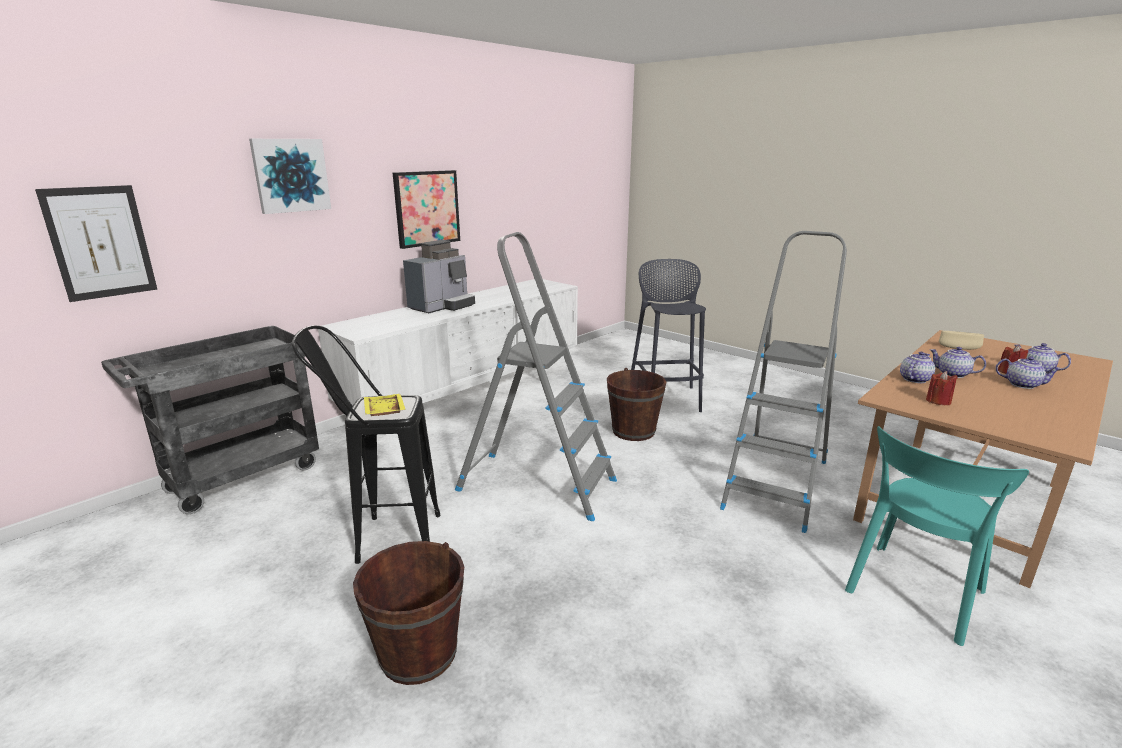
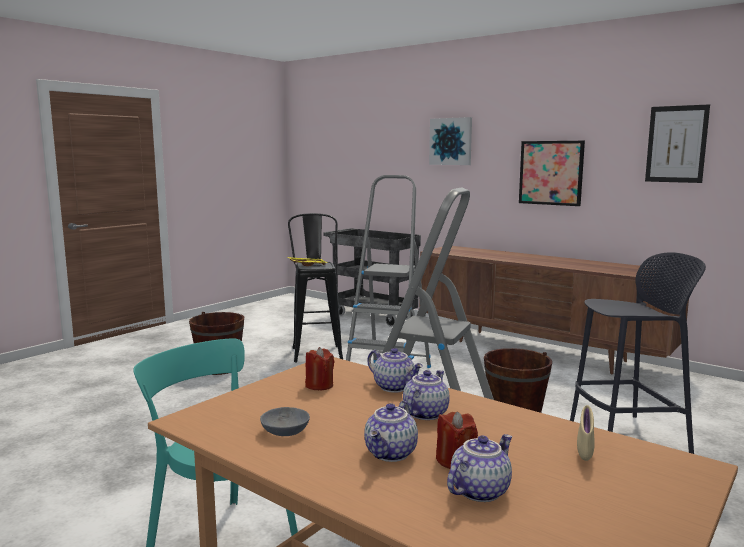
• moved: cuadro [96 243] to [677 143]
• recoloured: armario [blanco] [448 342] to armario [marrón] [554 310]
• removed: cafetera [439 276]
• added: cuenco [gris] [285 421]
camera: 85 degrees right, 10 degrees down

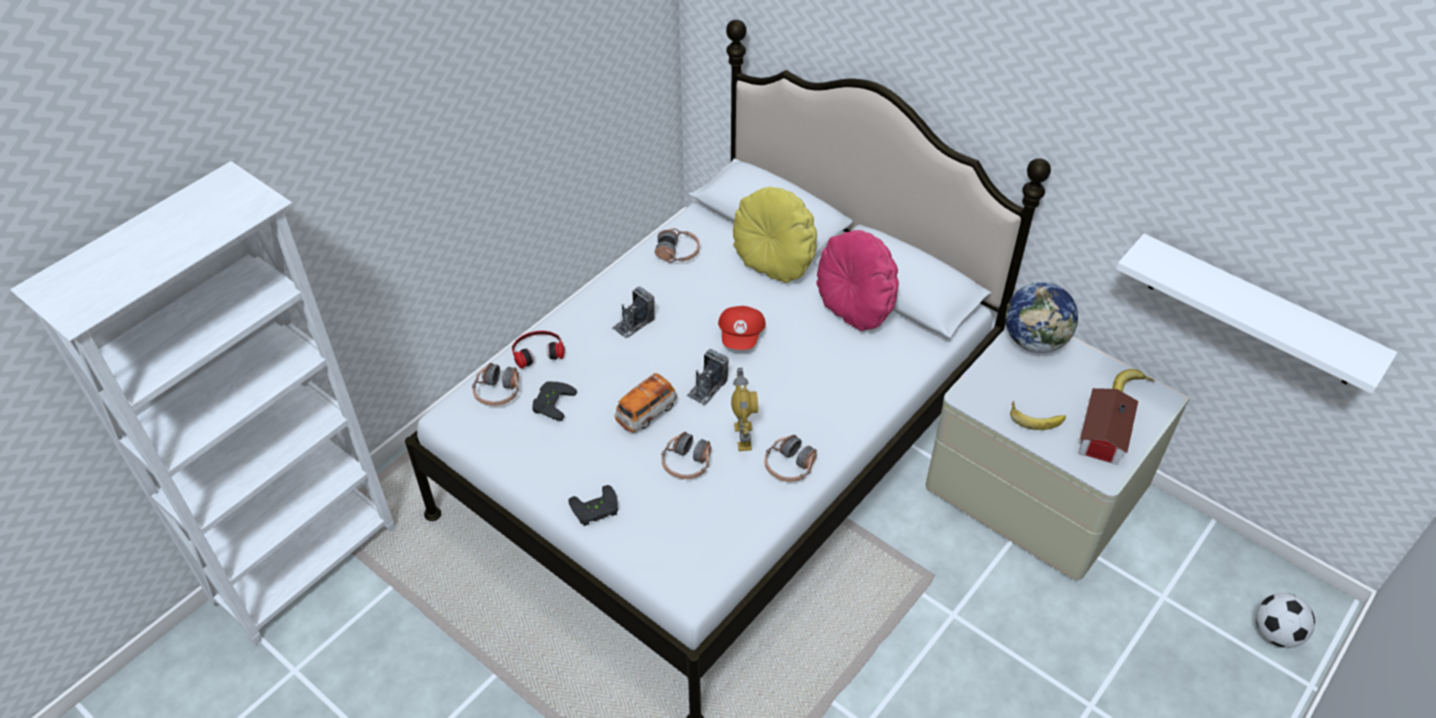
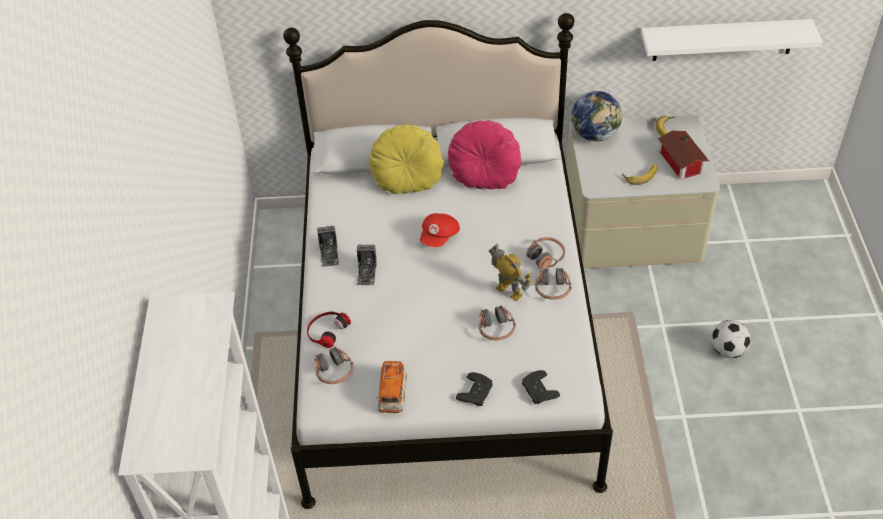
• moved: mando de consola [negro] [554 401] to [541 387]
• moved: coche de juguete [646 402] to [392 387]
• moved: auriculares [677 245] to [545 253]
• moved: cámara [707 377] to [328 246]
• turned: gorra [rojo] [742 328] = [440 230] 60 degrees clockwise
• moved: balón de fútbol [1285 620] to [731 339]
camera: 40 degrees left, 0 degrees up

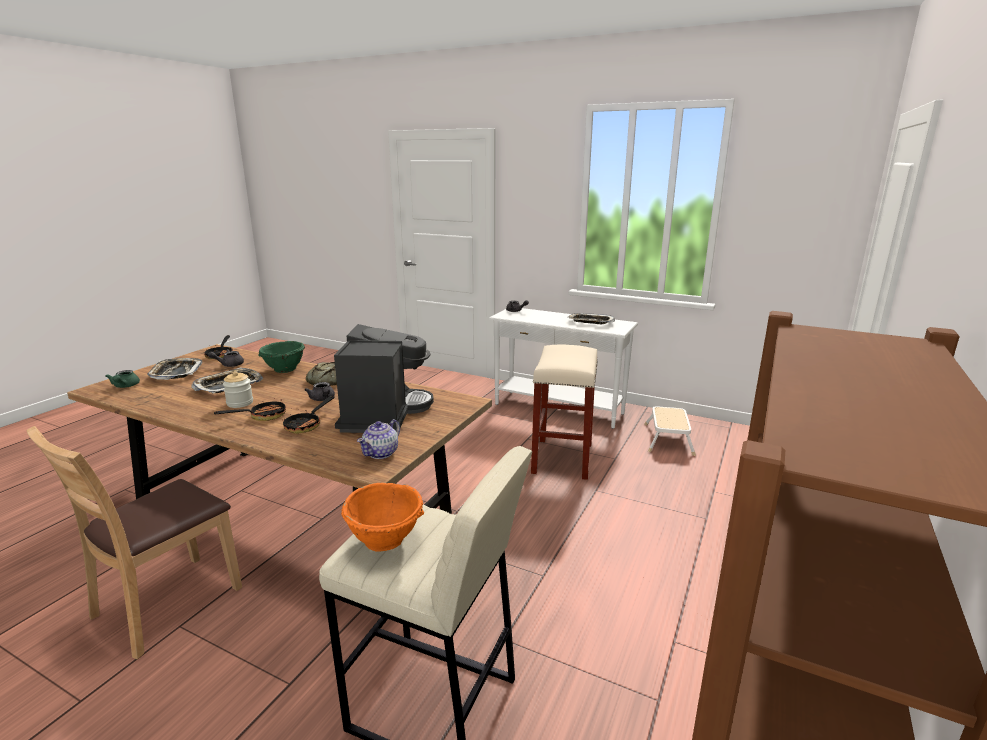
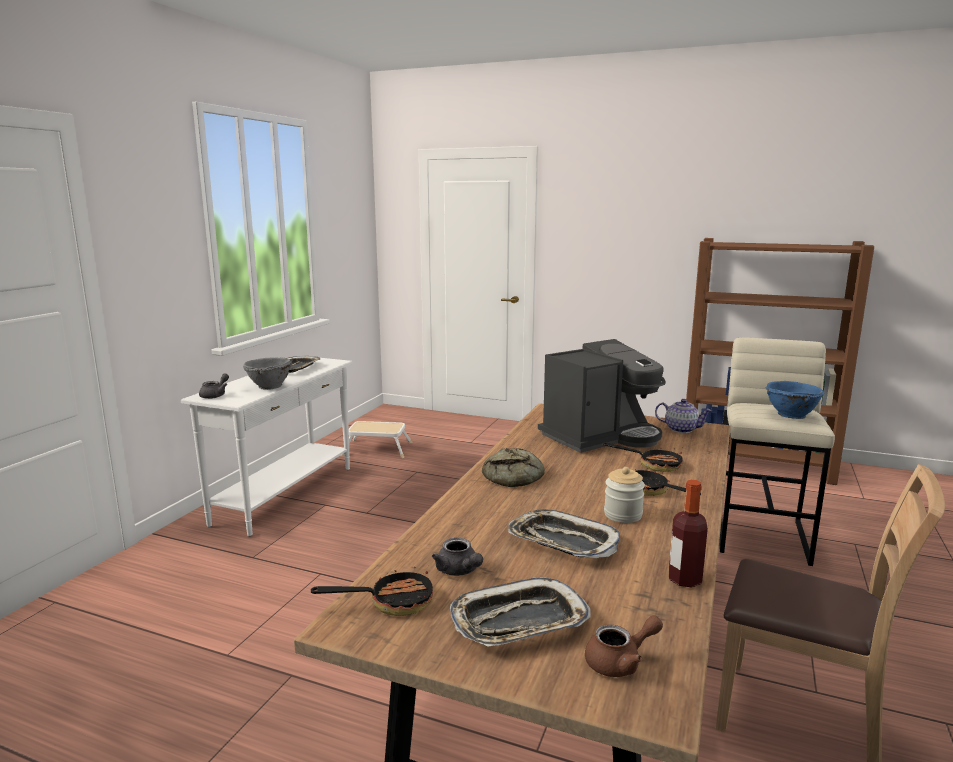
• recoloured: tetera [verde] [122 379] to tetera [marrón] [624 646]
• removed: cuenco [verde] [281 357]
• removed: tetera [gris] [320 391]
• turned: cafetera [384 378] = [602 396] 150 degrees clockwise
• recoloured: cuenco [naranja] [382 517] to cuenco [azul] [795 400]
• removed: taburete [beis] [564 412]
• added: cuenco [gris] [267 373]
• added: botella [688 534]
camera: 95 degrees left, 5 degrees down

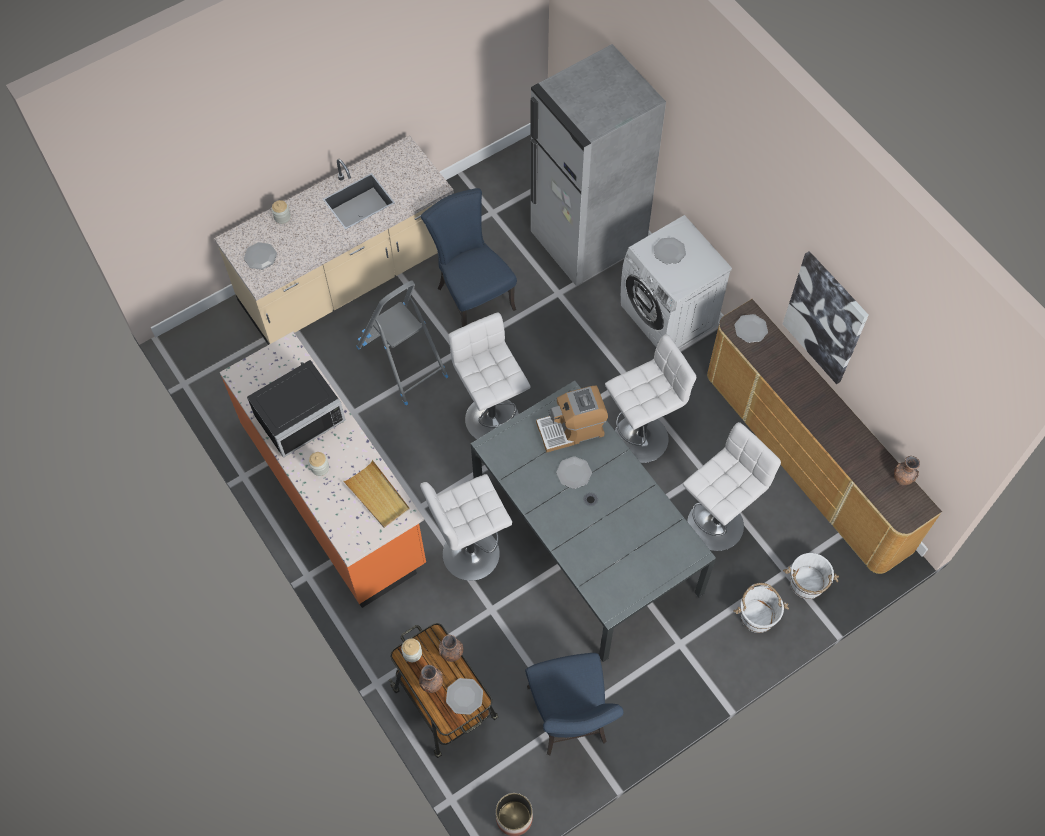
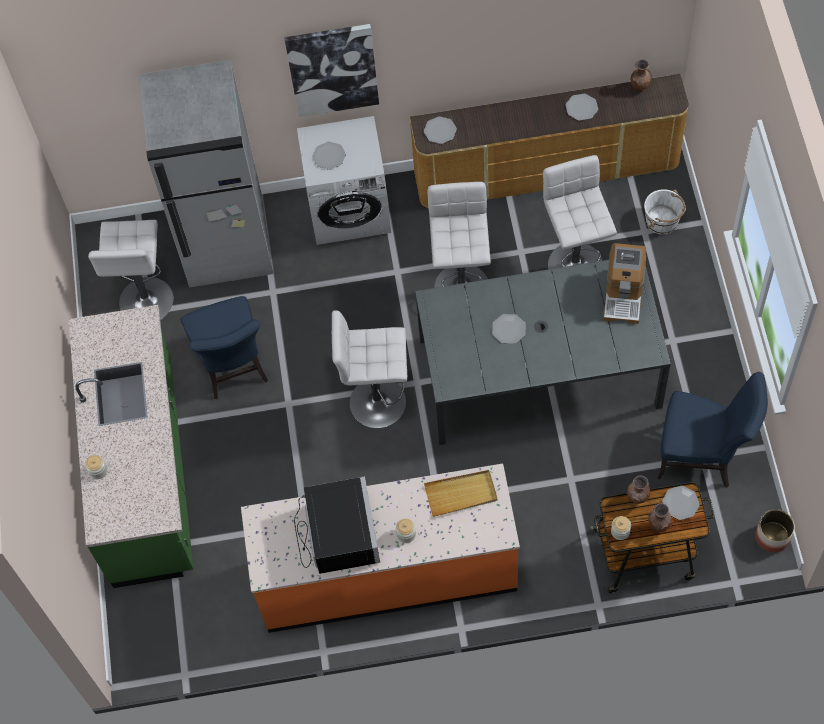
• recoloured: mueble bajo de cocina [beis] [334 240] to mueble bajo de cocina [verde] [131 446]
• moved: plato [260 256] to [582 107]
• removed: escalera de tijera [gris] [402 342]
• moved: taburete [blanco] [466 527] to [131 270]
• turned: silla [azul] [469 257] = [224 347] 105 degrees counterclockwise
• moved: cafetera [572 418] to [624 283]
• removed: cubo [blanco] [761 608]
• moved: cuadro [826 317] to [331 70]
camera: 60 degrees left, 0 degrees up

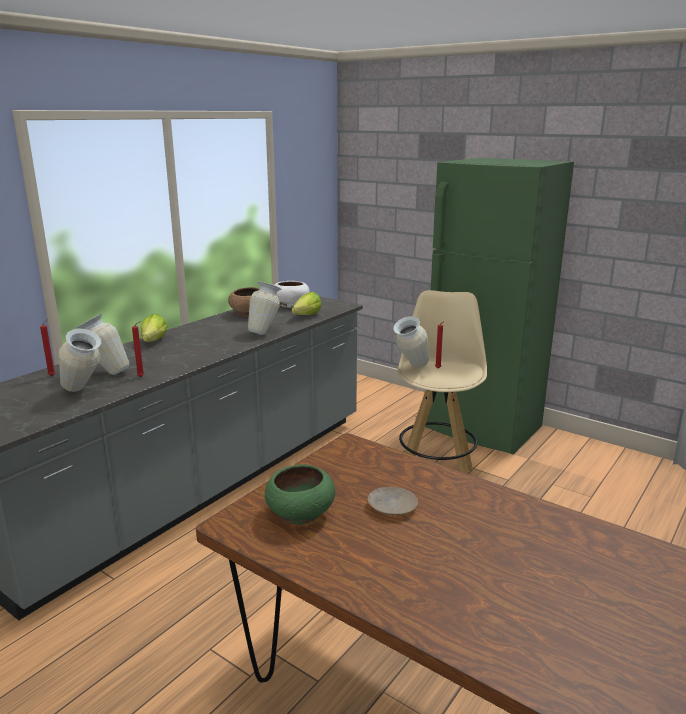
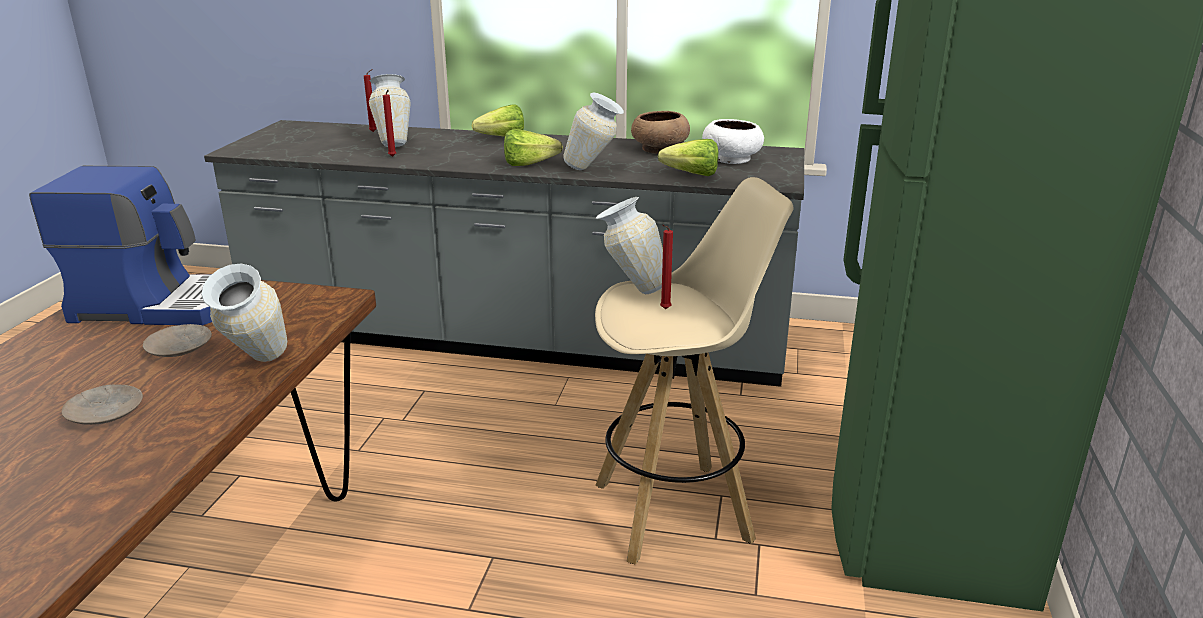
• moved: florero [80 360] to [244 312]
• replaced: cuenco [verde] [300 494] to cafetera [120 245]
• added: plato [beis] [102 404]
• added: lechuga [533 147]
camera: 65 degrees right, 5 degrees up

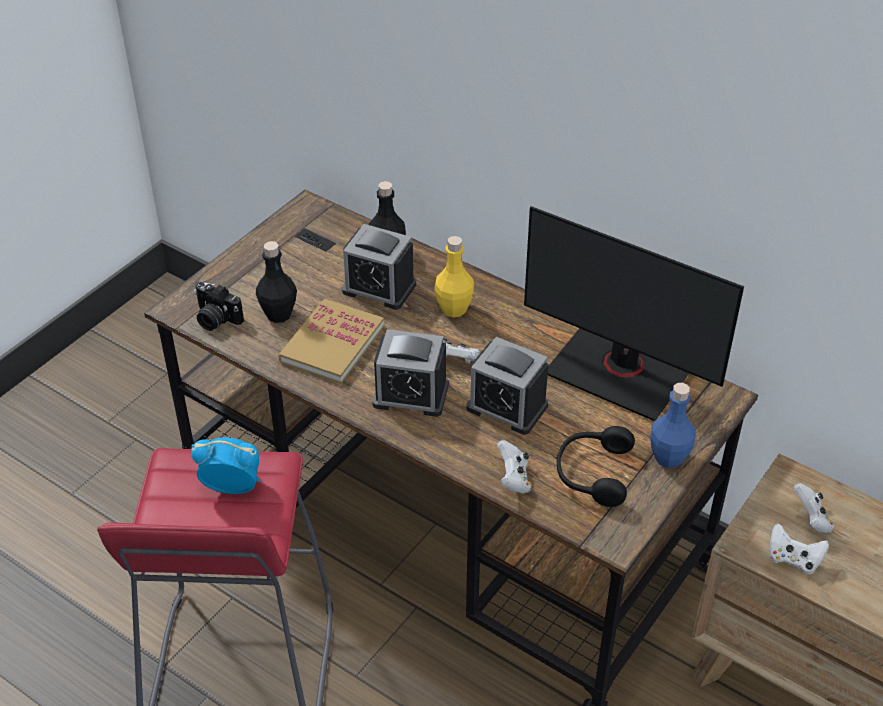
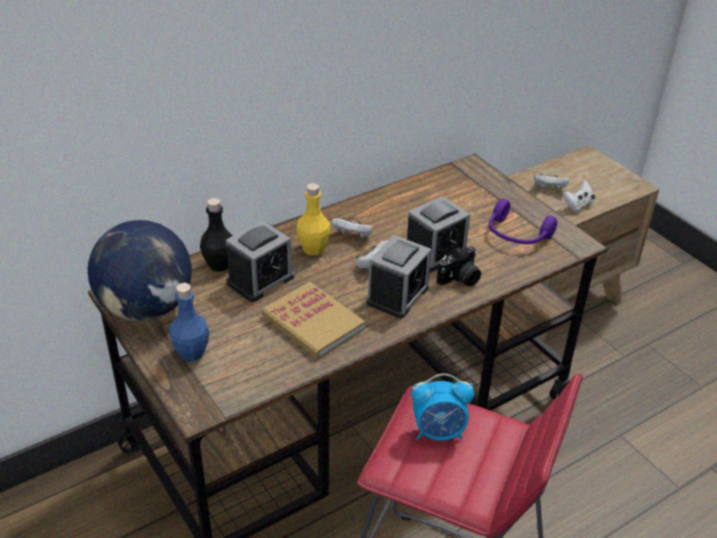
• turned: despertador [226 465] = [442 407] 120 degrees counterclockwise
• moved: cámara [219 306] to [459 266]
• removed: botella [negro] [276 282]
• moved: mando de consola [blanco] [514 466] to [351 227]
• removed: monitor [634 313]
• recoloured: auriculares [negro] [595 466] to auriculares [morado] [523 221]
• moved: botella [azul] [673 425] to [189 322]
• added: globo terráqueo [140 270]
camera: 70 degrees left, 5 degrees down

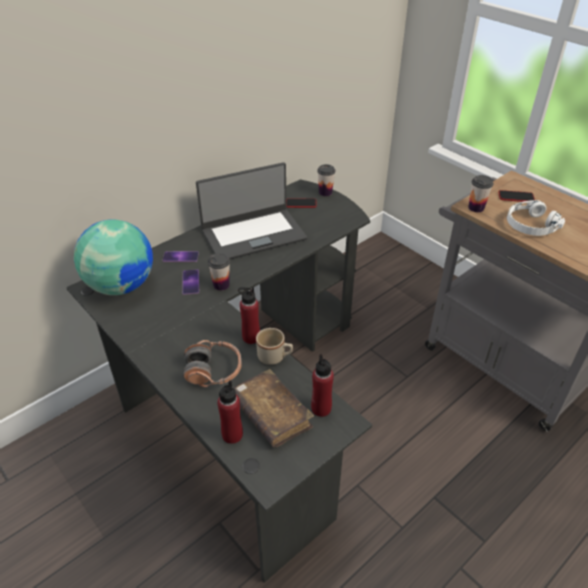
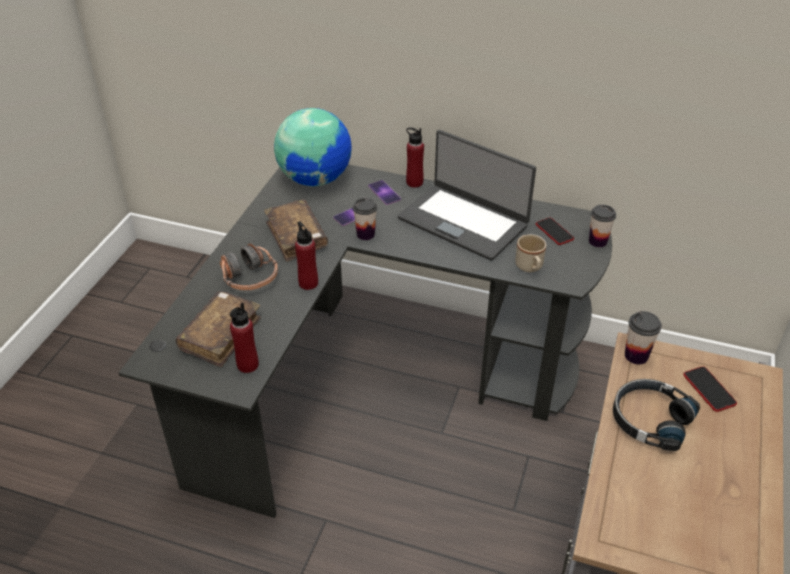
• moved: botella [rojo] [230 412] to [415 157]
• moved: taza grande [beis] [274 346] to [530 253]
• recoloured: auriculares [blanco] [536 218] to auriculares [negro] [656 415]
• added: libro [marrón] [296 230]
camera: 60 degrees right, 0 degrees up

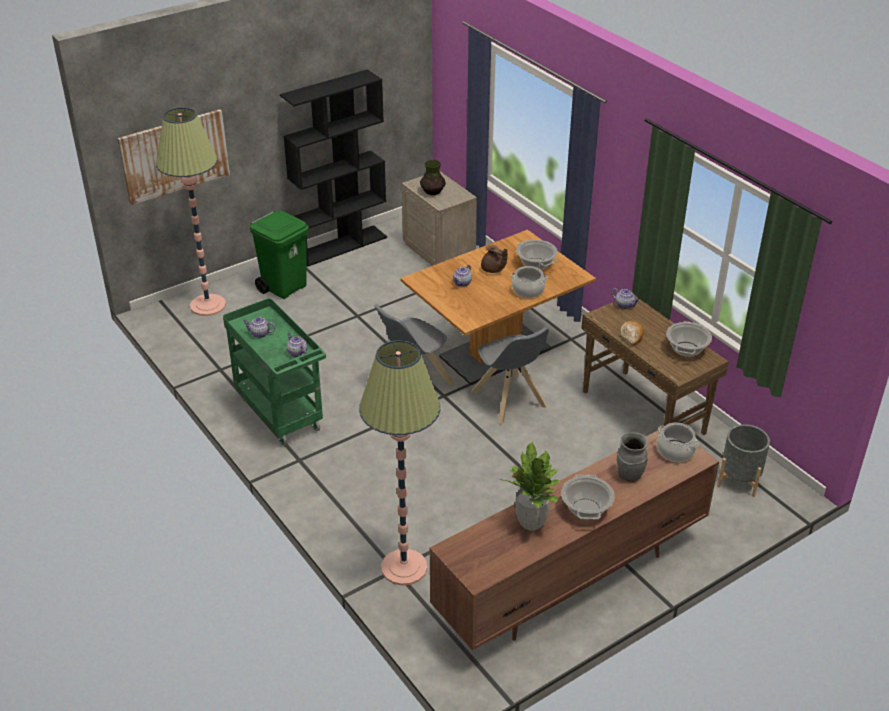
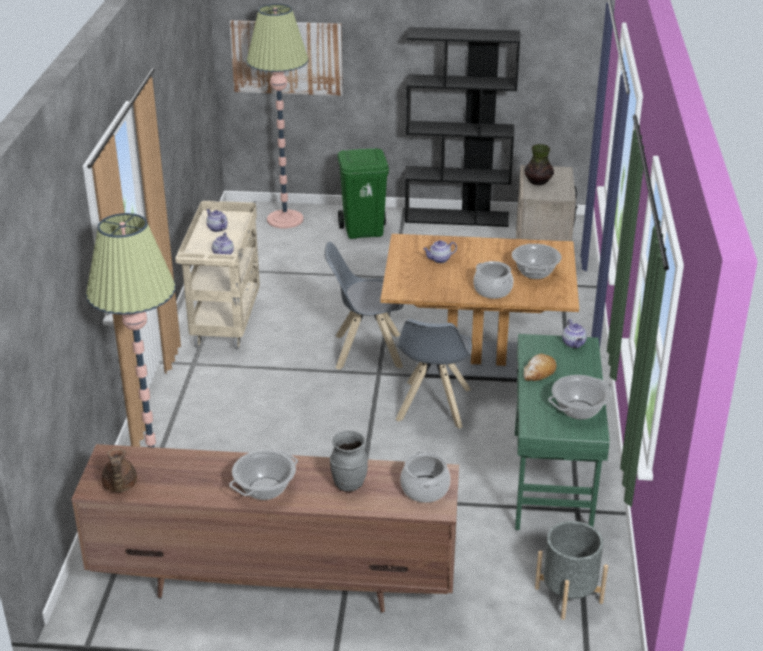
• recoloured: carrito [verde] [274 372] to carrito [beis] [217 275]
• moved: tetera [marrón] [494 259] to [119 470]
• removed: planta en maceta [529 486]
• recoloured: mesa consola [marrón] [654 365] to mesa consola [verde] [562 432]
camera: 40 degrees right, 5 degrees down

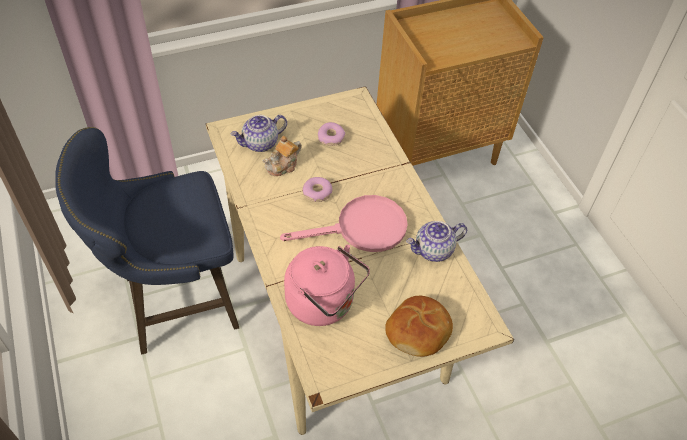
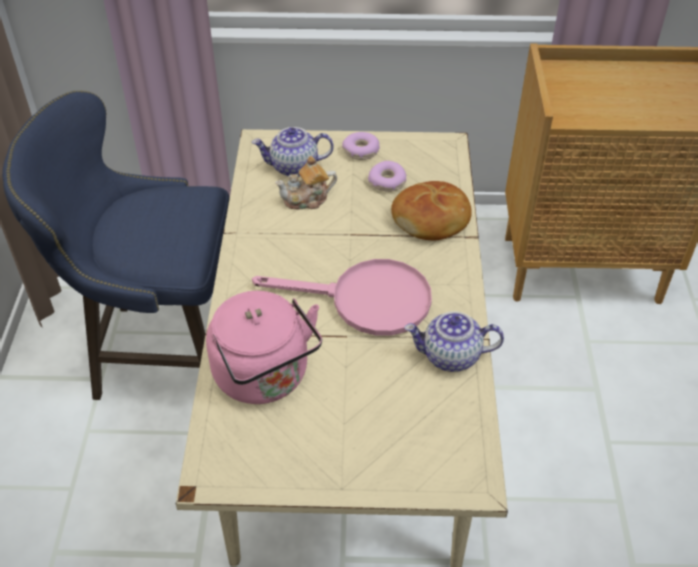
• moved: rosquilla [318 189] to [361 146]
• moved: pan [419 326] to [431 210]
camera: 25 degrees right, 5 degrees down

